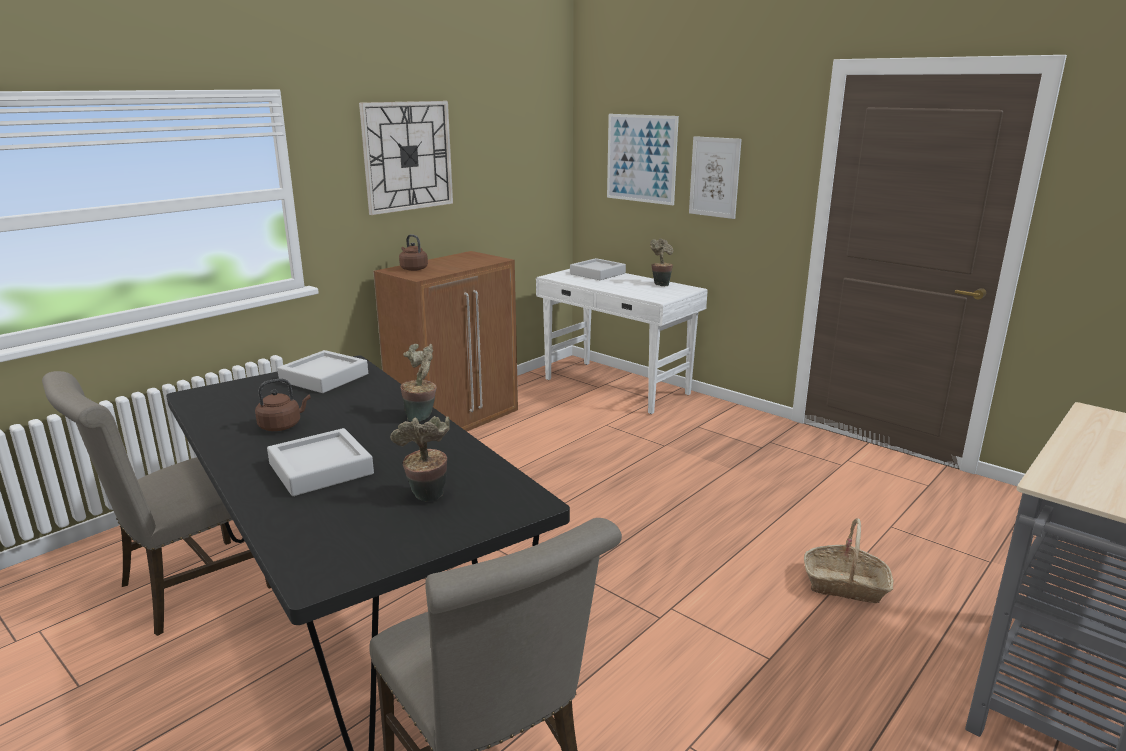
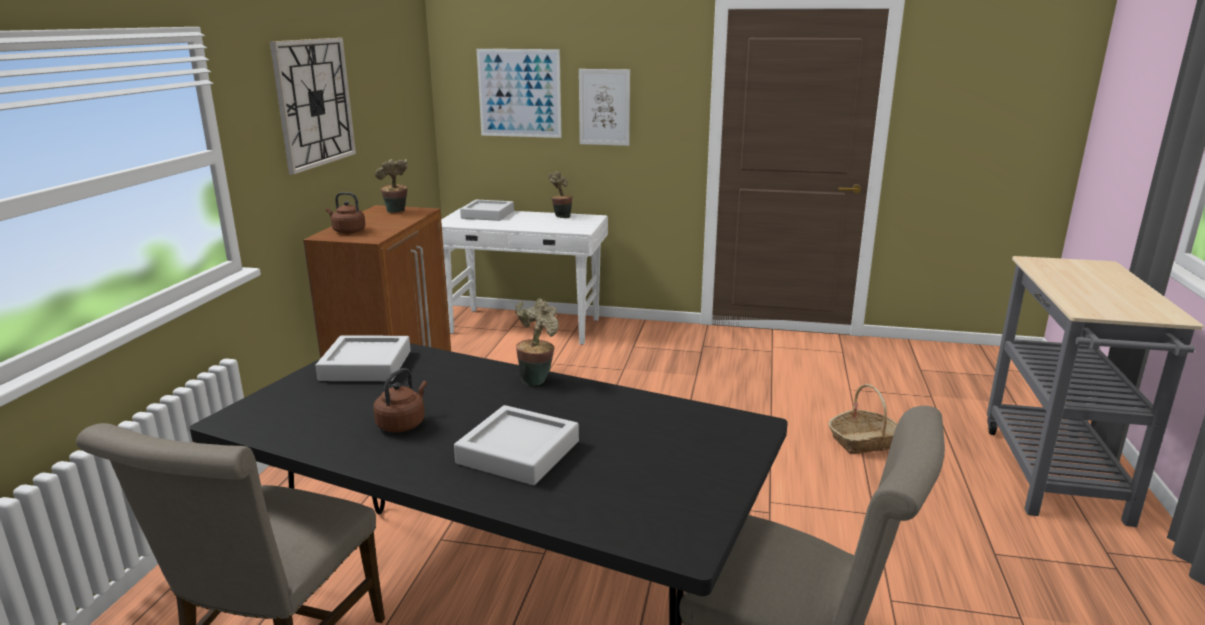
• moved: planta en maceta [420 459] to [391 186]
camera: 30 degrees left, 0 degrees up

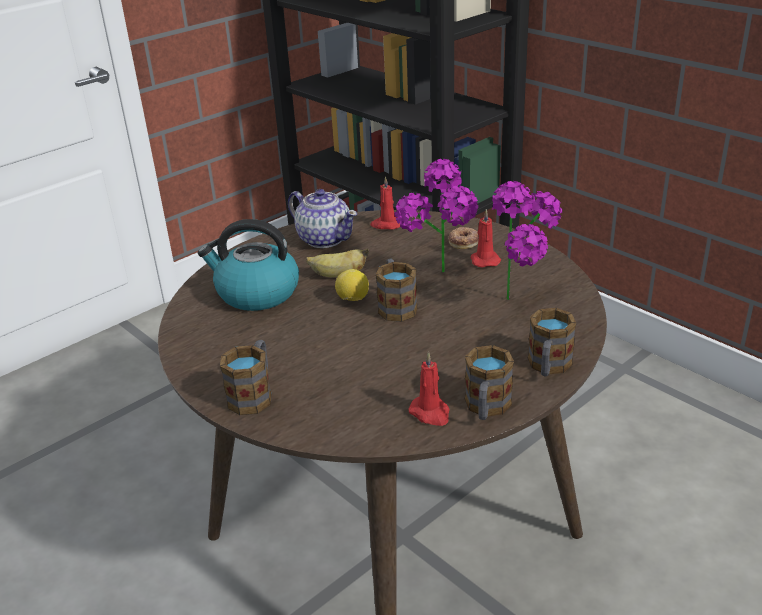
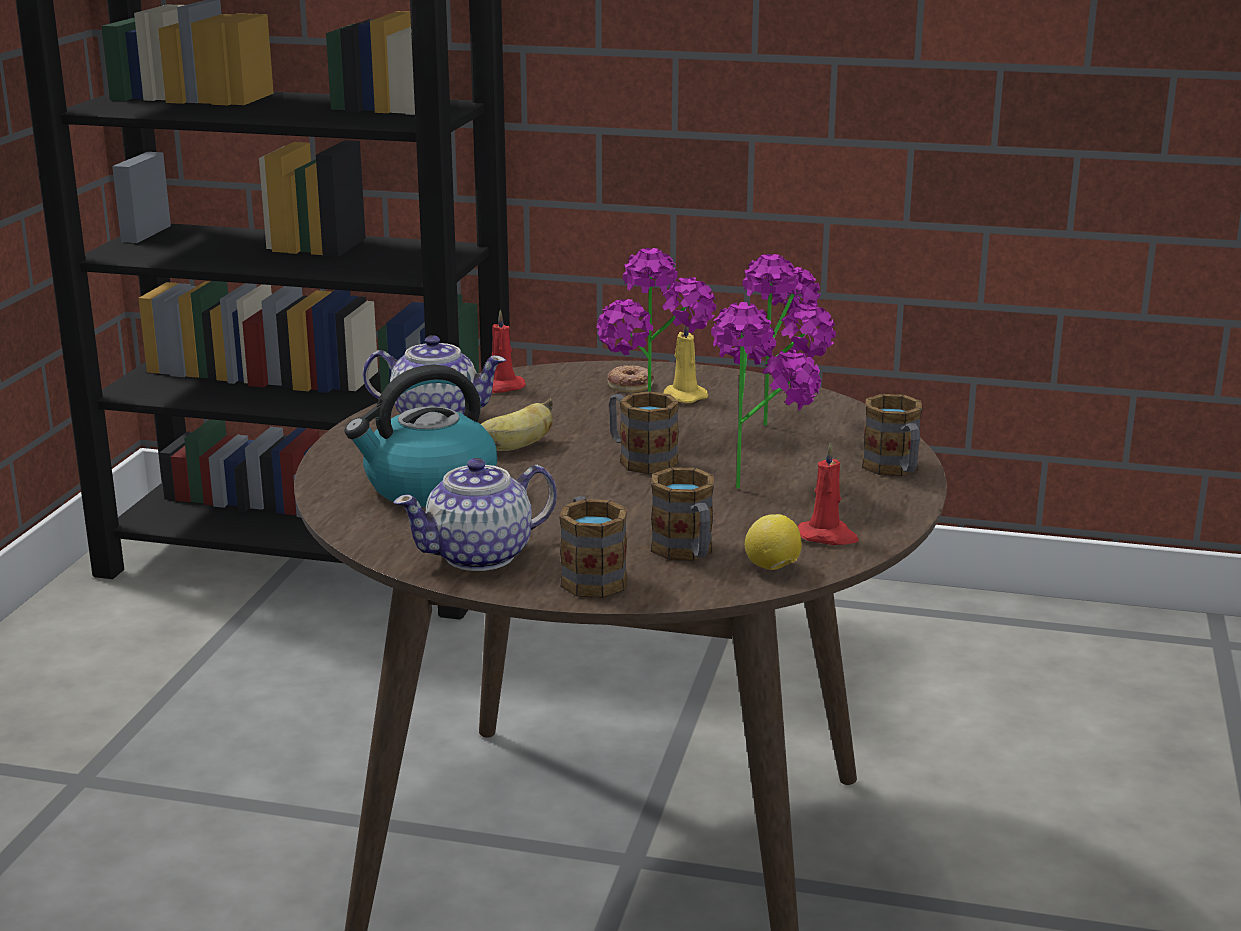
• moved: limón [352 285] to [773 542]
• moved: taza grande [489 382] to [682 514]
• recoloured: vela [rojo] [486 238] to vela [amarillo] [686 364]
• added: tetera [475 514]
• added: planta en maceta [766 395]
camera: 35 degrees left, 10 degrees down

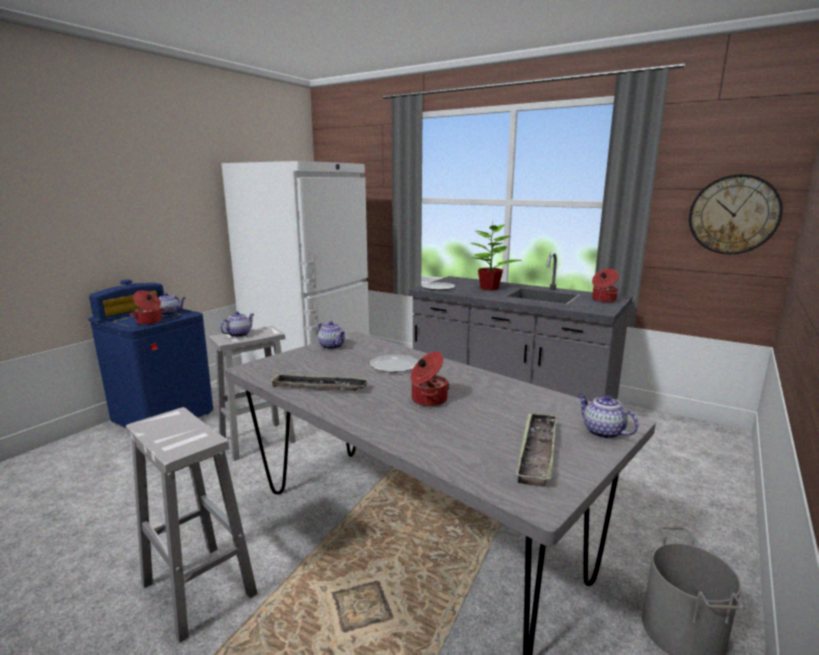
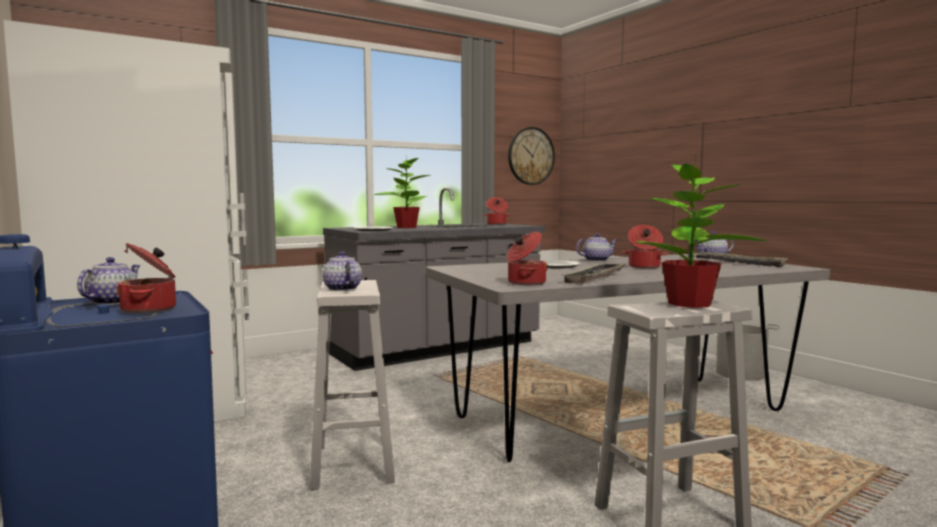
• moved: tetera [331 335] to [596 247]
• added: olla [527 258]
• added: planta en maceta [702 232]
camera: 65 degrees left, 10 degrees down

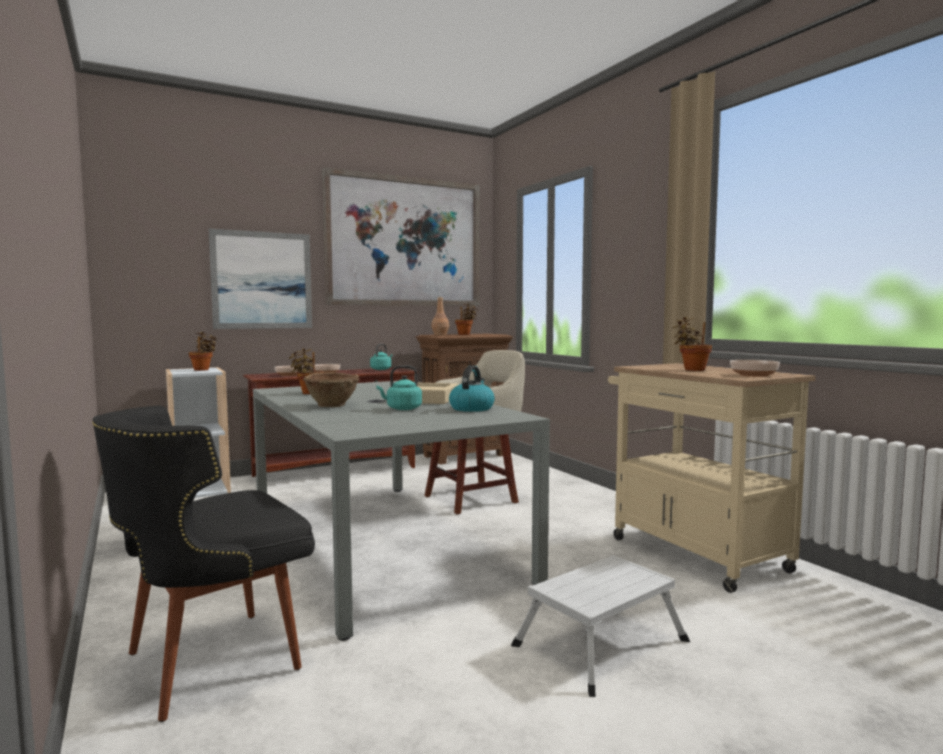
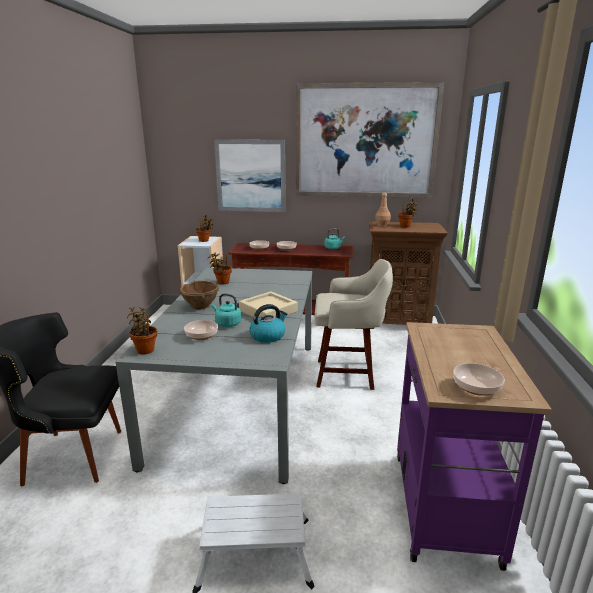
• recoloured: carrito [beis] [712 478] to carrito [morado] [474 446]
• moved: planta en maceta [692 344] to [142 330]
• added: cuenco [201 330]
camera: 35 degrees right, 15 degrees up

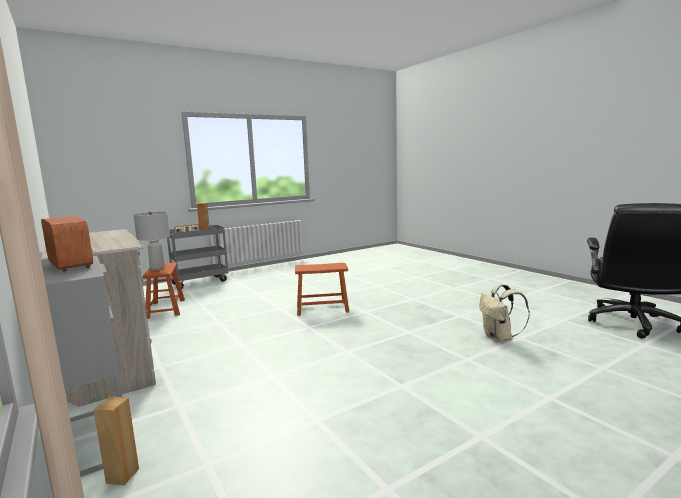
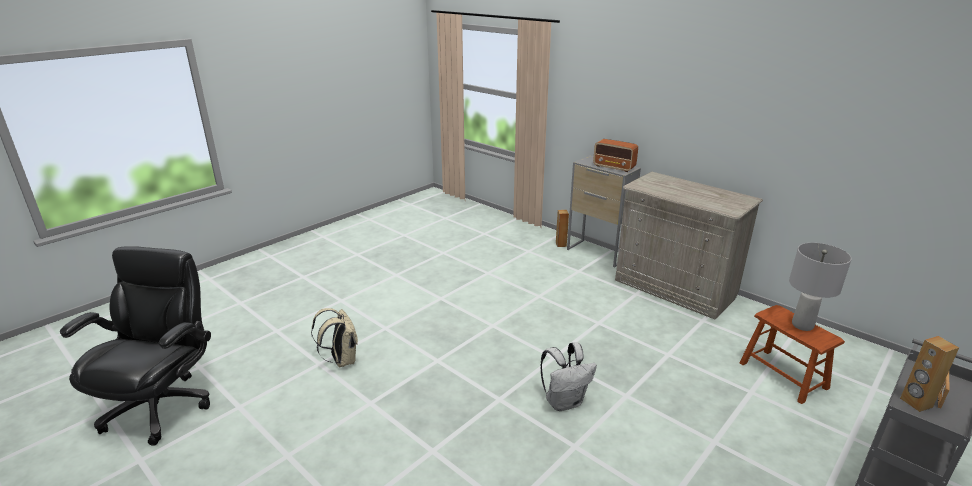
• replaced: taburete [marrón] [322 289] to mochila [blanco] [568 376]
camera: 165 degrees right, 15 degrees up

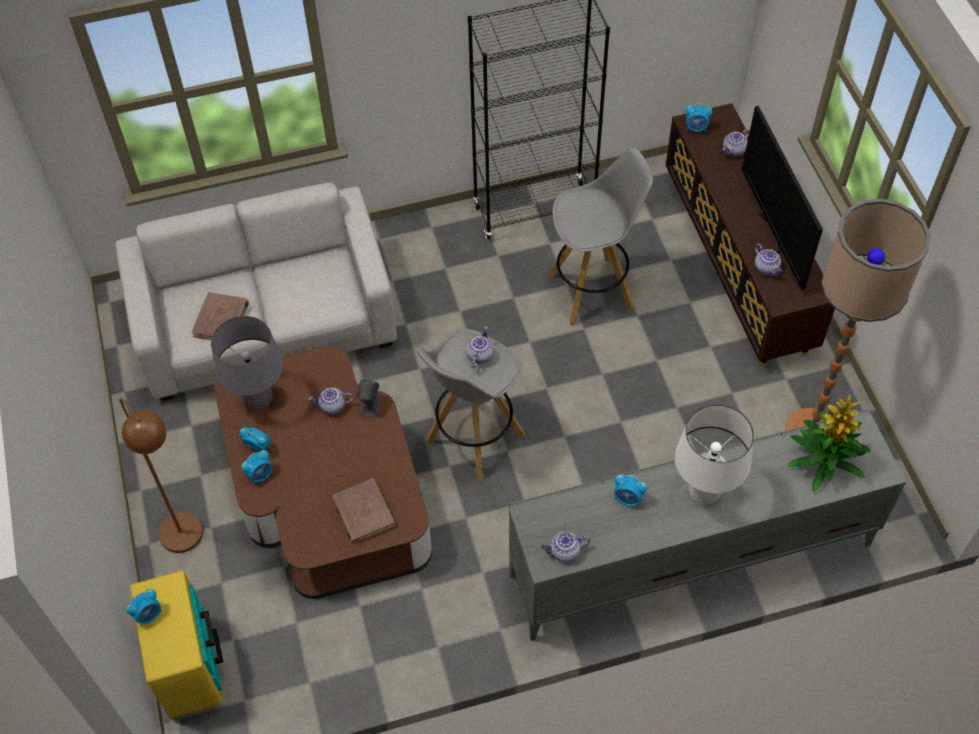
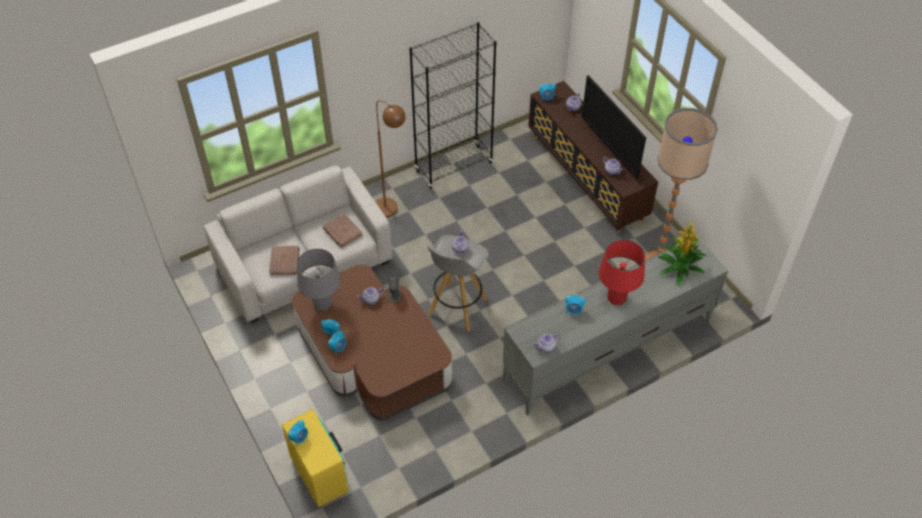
• moved: lámpara de pie [marrón] [161 475] to [390 159]
• moved: libro [marrón] [363 511] to [343 230]
• removed: taburete [gris] [600 236]
• recoloured: lámpara de mesa [blanco] [714 454] to lámpara de mesa [rojo] [622 272]
camera: 15 degrees left, 5 degrees down

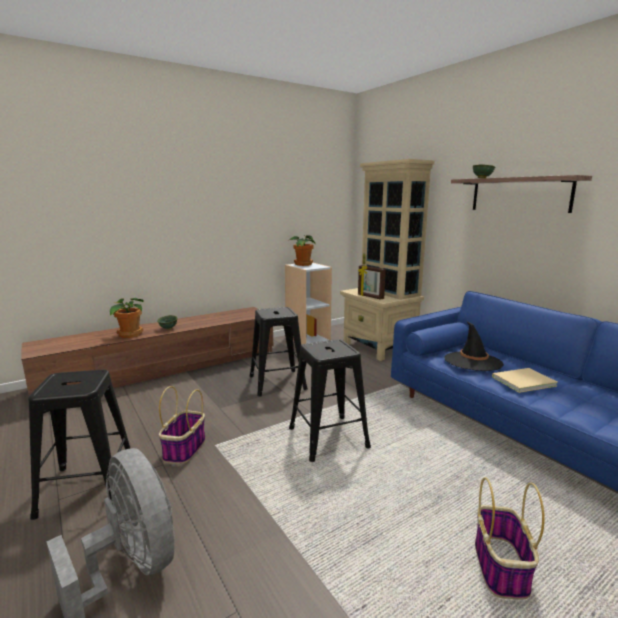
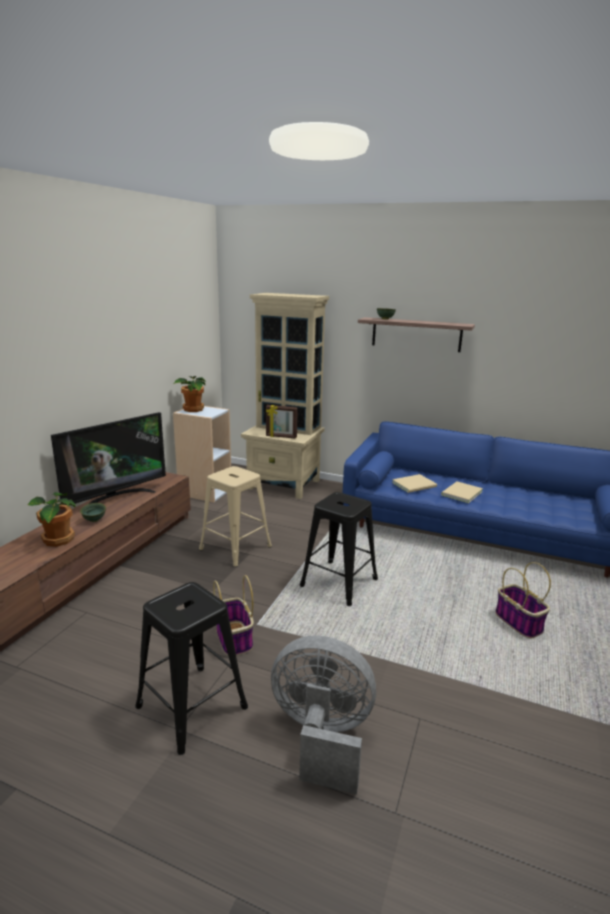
• recoloured: taburete [negro] [278 352] to taburete [beis] [235 516]
• replaced: sombrero [negro] [474 346] to libro [beis] [414 483]
• added: televisor [108 458]
camera: 35 degrees left, 5 degrees up

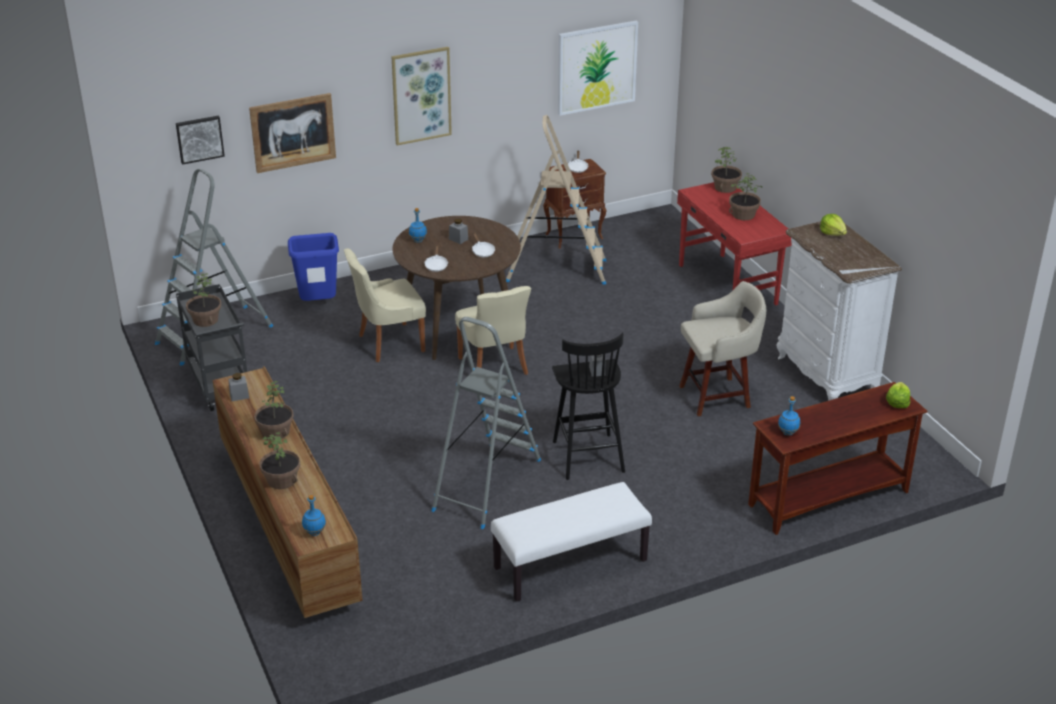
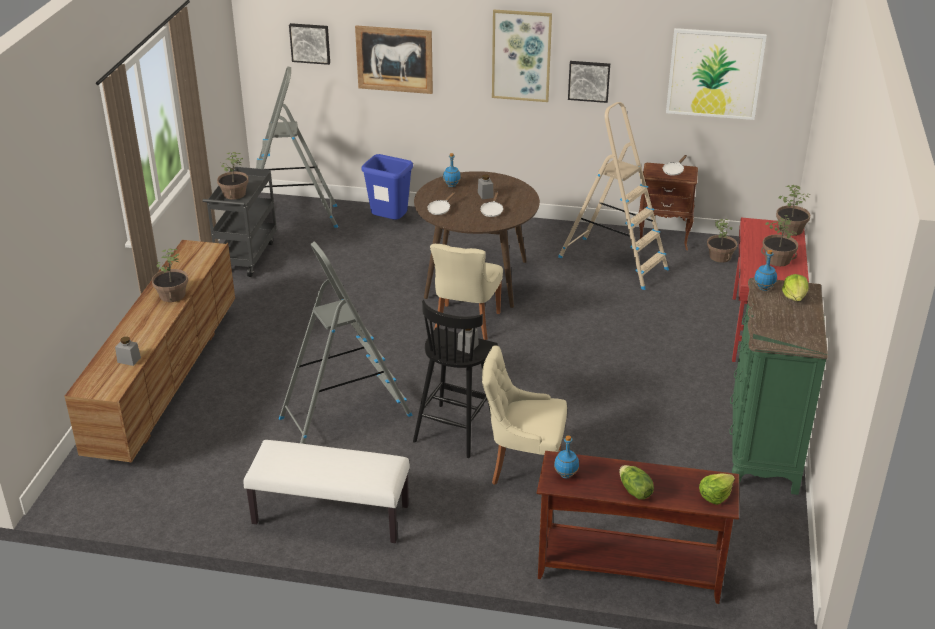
• moved: tarro [gris] [239 387] to [128 351]
• moved: planta en maceta [280 460] to [722 241]
• moved: botella [azul] [314 515] to [765 270]
• moved: silla [beis] [385 305] to [524 415]
• removed: taburete [beis] [722 348]
• recoloured: cómoda [blanco] [839 311] to cómoda [verde] [779 386]
• added: cuadro [589 82]
• added: lechuga [636 482]
camera: 35 degrees right, 0 degrees up

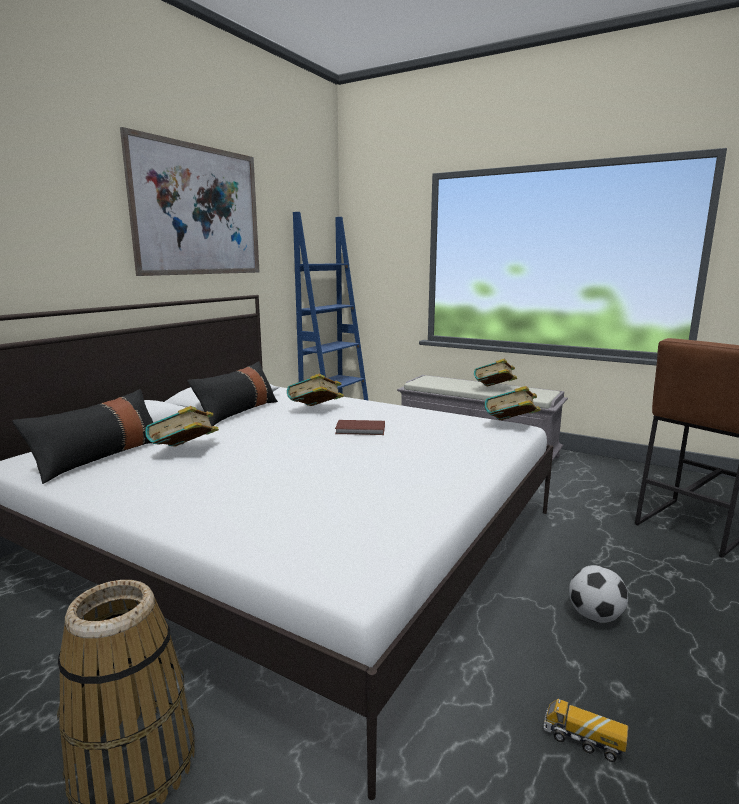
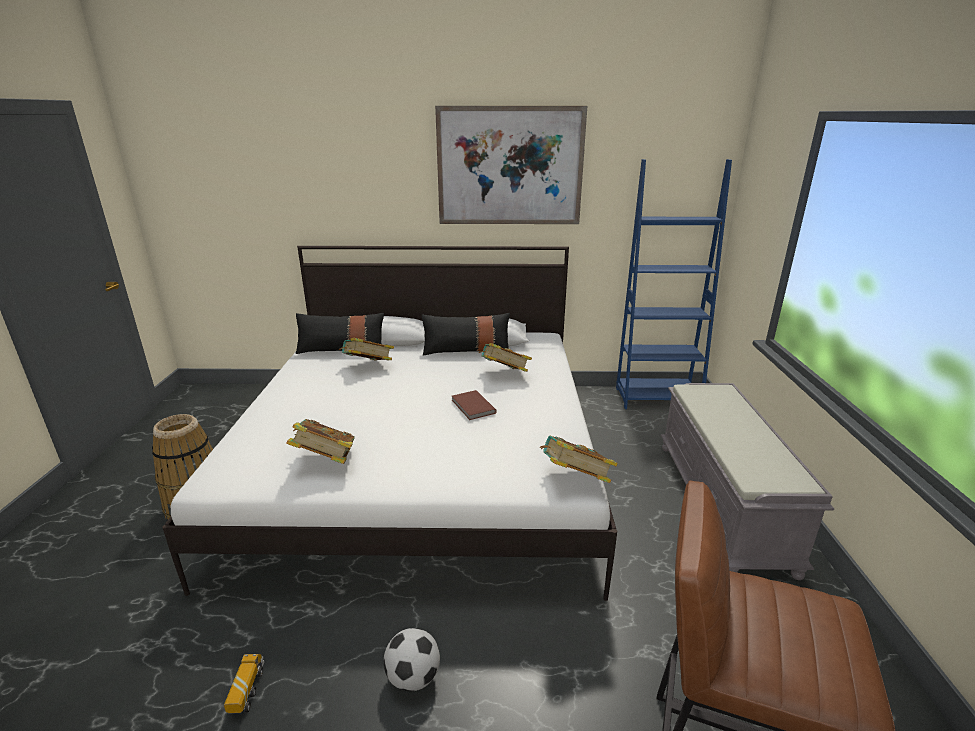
• moved: libro [495 372] to [320 441]
camera: 60 degrees right, 10 degrees up

